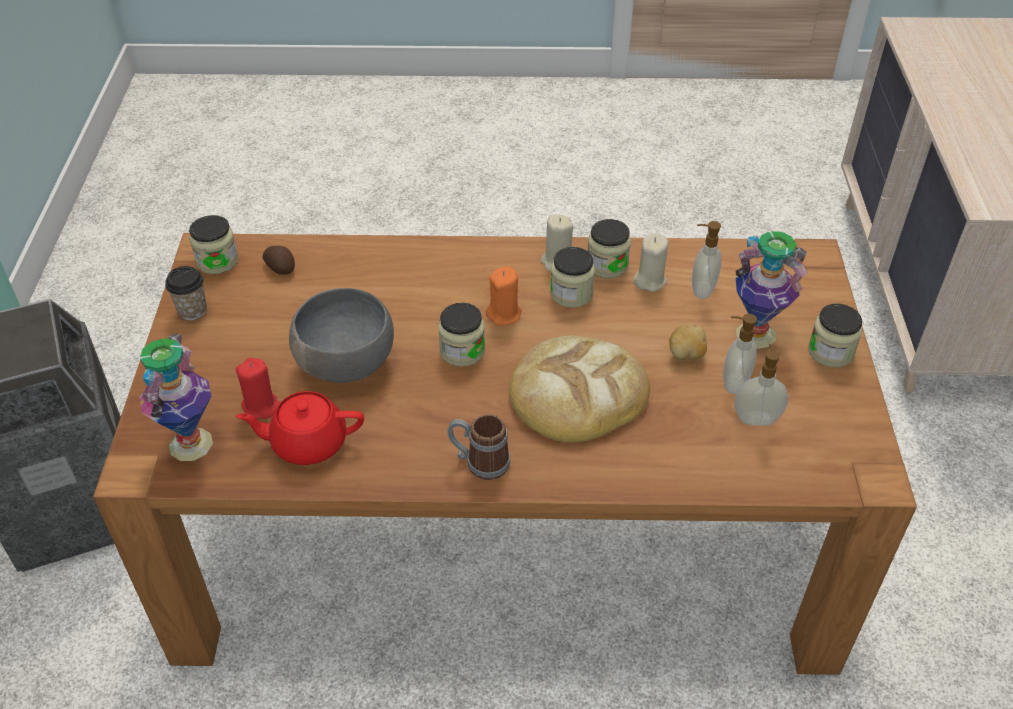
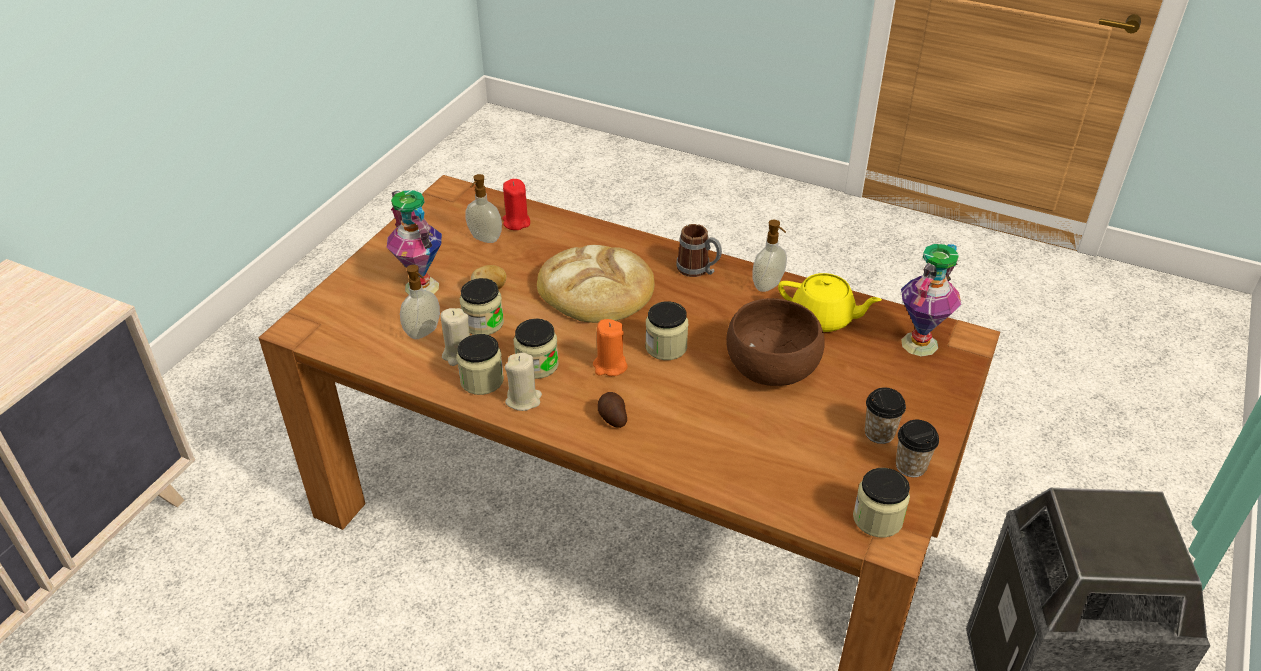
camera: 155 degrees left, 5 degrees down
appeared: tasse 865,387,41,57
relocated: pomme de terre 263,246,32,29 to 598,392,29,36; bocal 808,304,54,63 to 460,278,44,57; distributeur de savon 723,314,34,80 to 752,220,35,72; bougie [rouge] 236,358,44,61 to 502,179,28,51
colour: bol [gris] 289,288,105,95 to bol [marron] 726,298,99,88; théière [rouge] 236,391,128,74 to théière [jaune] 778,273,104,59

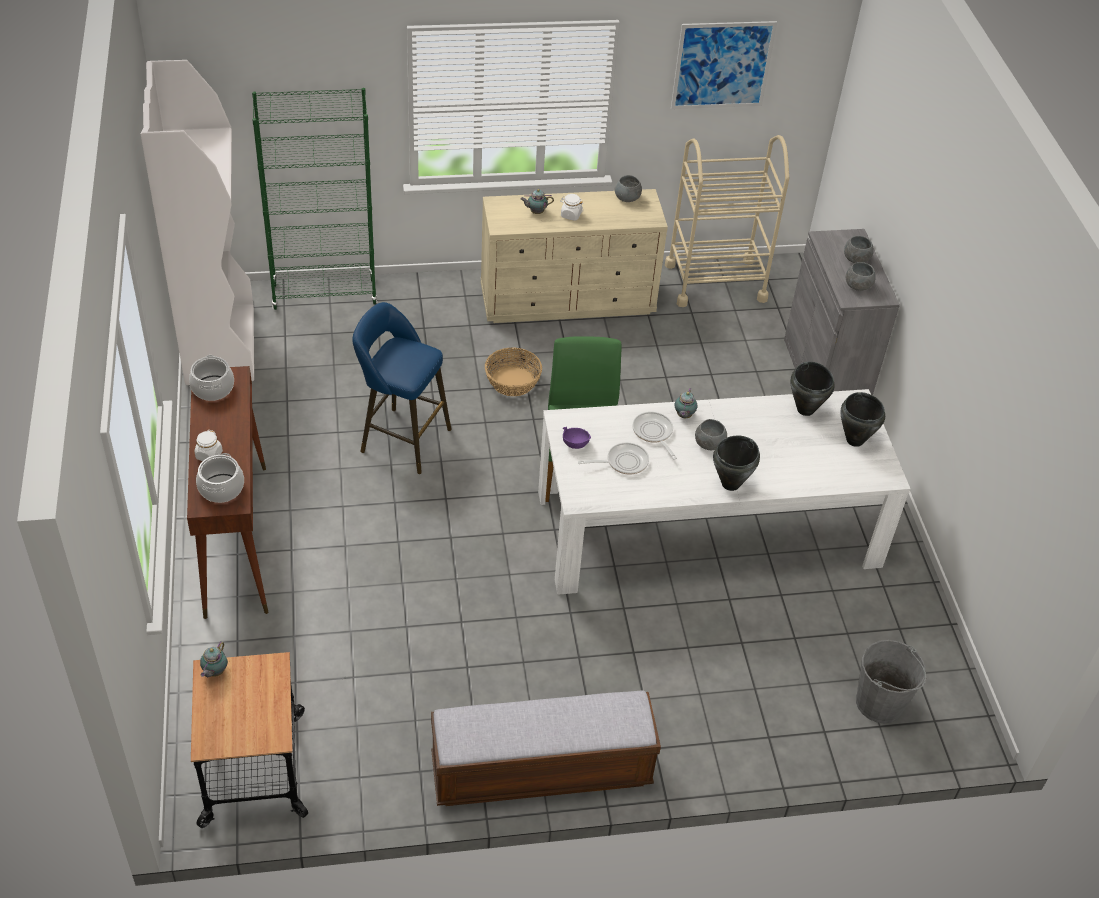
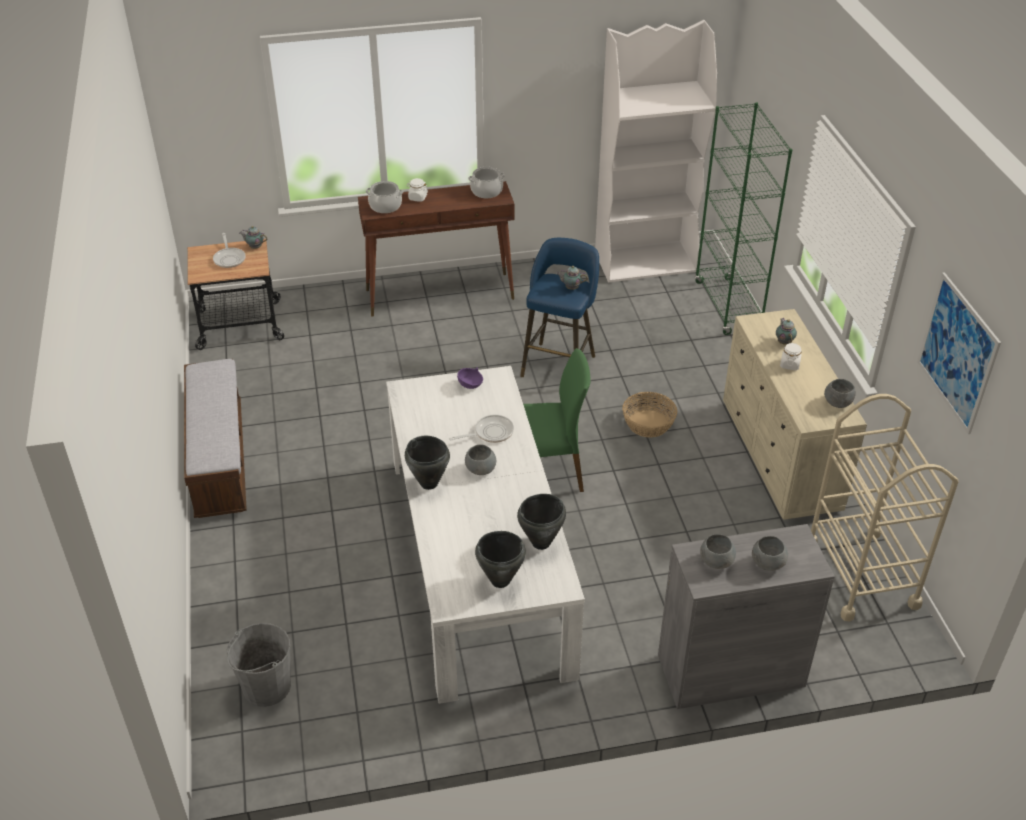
camera: 90 degrees right, 5 degrees down
relocated: théière 675,389,22,29 to 556,266,32,24; poêle 578,442,71,33 to 213,233,33,35

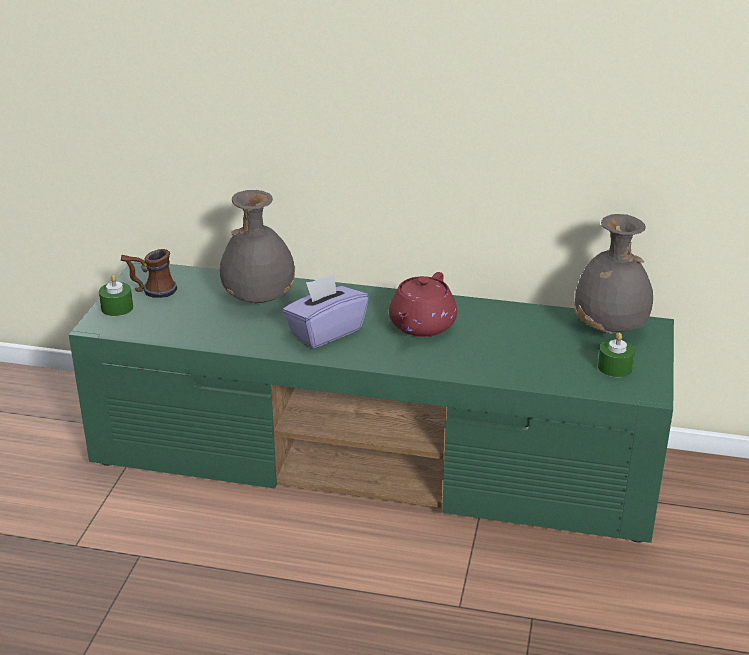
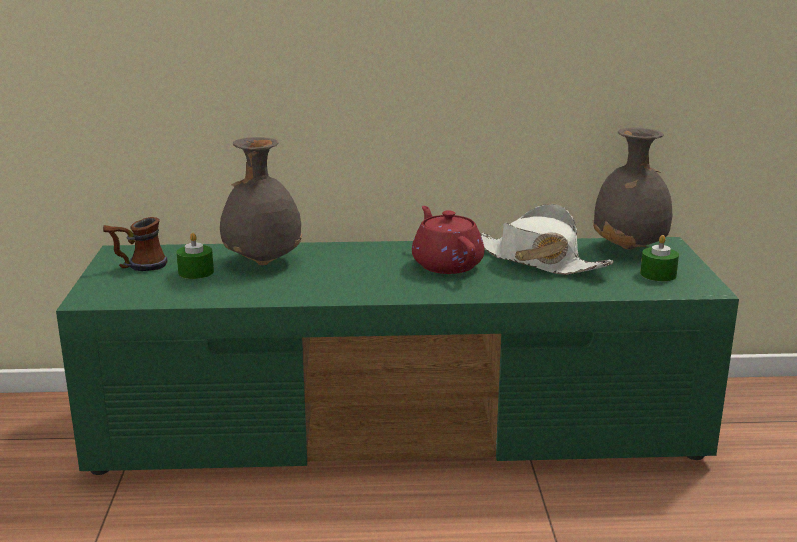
camera: 15 degrees left, 10 degrees down
missing: boîte à mouchoirs [violet] 283,273,86,75
appeared: chapeau [blanc] 480,204,134,71
relocated: bougie [vert] 99,275,34,41 to 176,233,38,46
spun: théière [rouge] 389,272,68,65 = 412,206,72,68 150 degrees clockwise

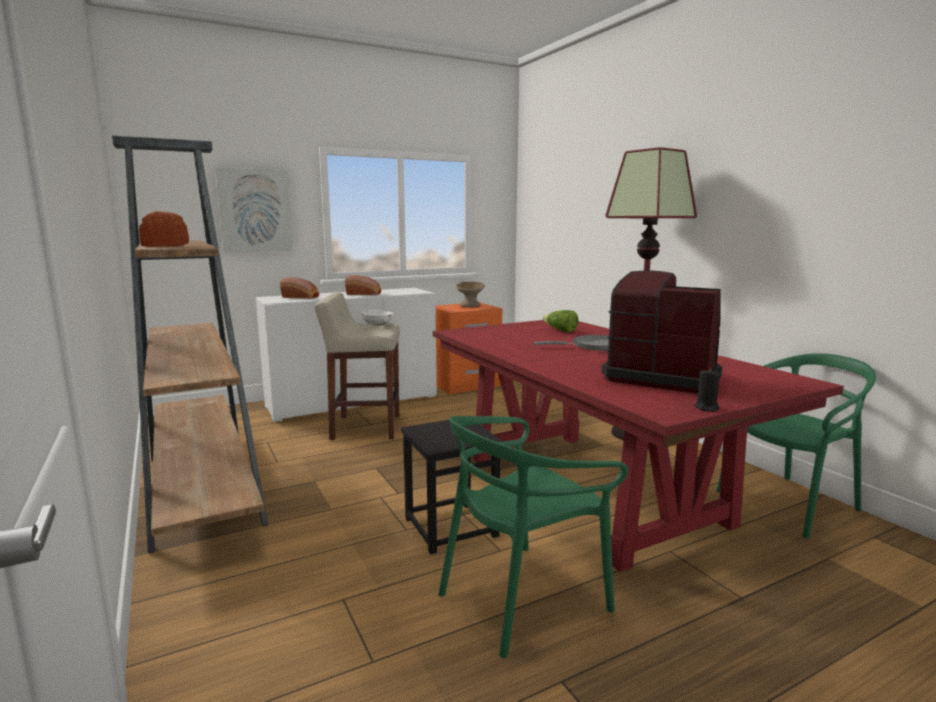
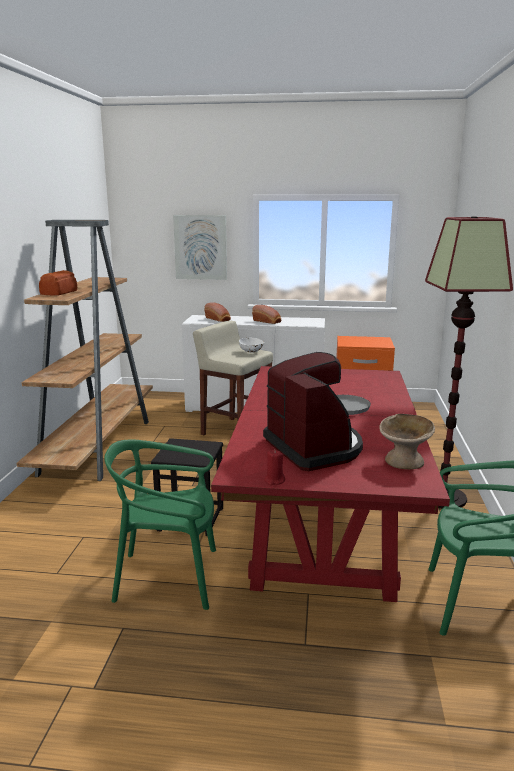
camera: 35 degrees right, 5 degrees up
missing: laitue 543,310,35,22
relocated: bol [beige] 456,282,29,25 to 379,414,56,55
colour: bougie [noir] 694,368,26,44 to bougie [rouge] 264,450,21,35

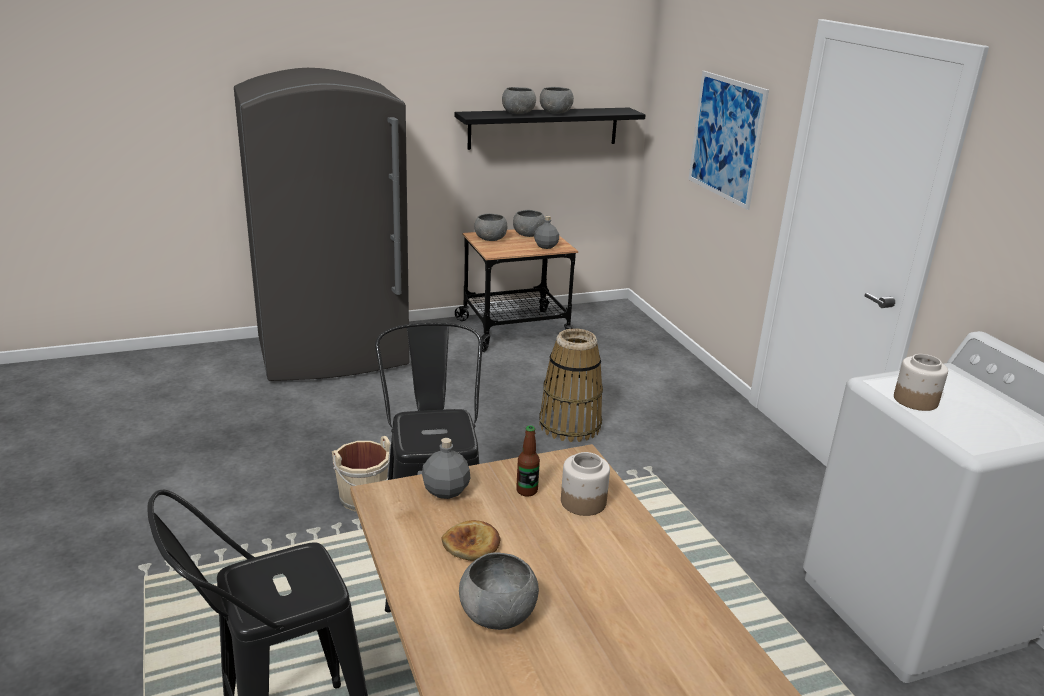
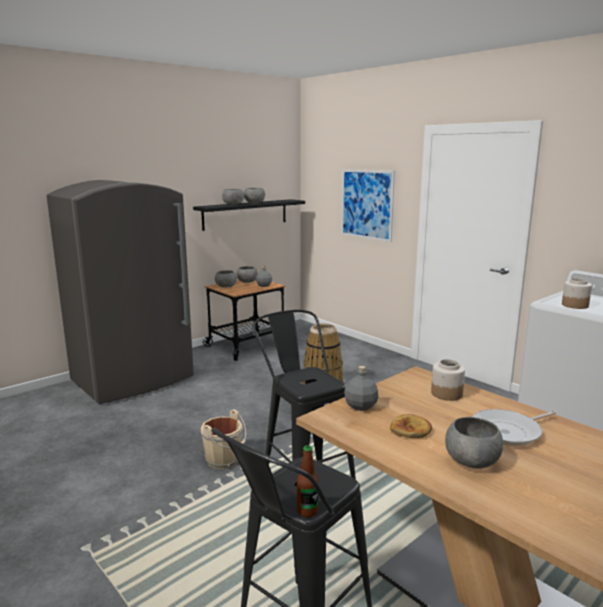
camera: 20 degrees left, 10 degrees down
appeared: poêle 472,409,84,37
relocated: bouteille 516,425,24,72 to 297,445,21,72

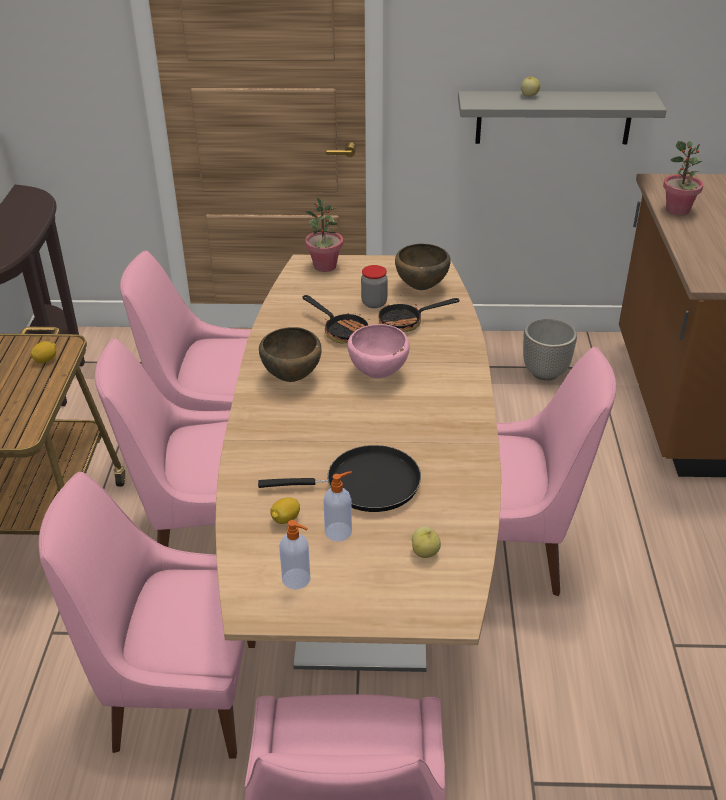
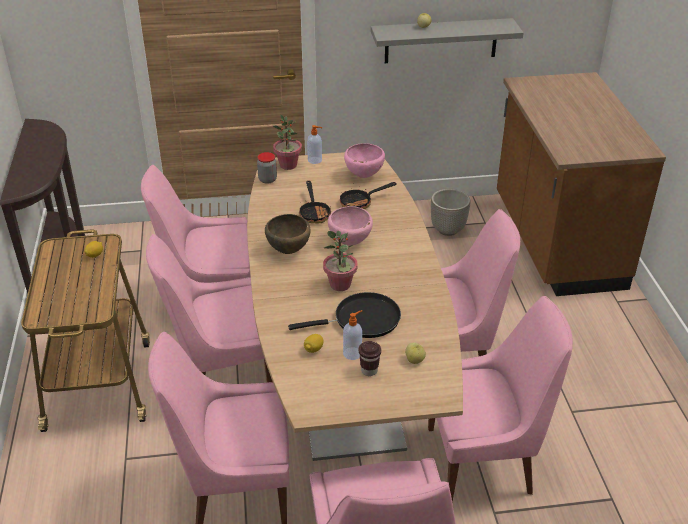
camera: 10 degrees left, 0 degrees up
appeared: chaise [rose] 428,296,145,206; tasse [marron] 359,341,22,35
relocated: plante en pot 663,141,40,74 to 323,230,35,61; bocal 361,265,27,43 to 257,152,20,32; distributeur de savon 279,520,32,70 to 307,125,15,39
colour: bol [marron] 395,244,56,46 to bol [rose] 344,143,41,35
spun: poêle 303,295,67,48 = 299,181,32,42 45 degrees clockwise

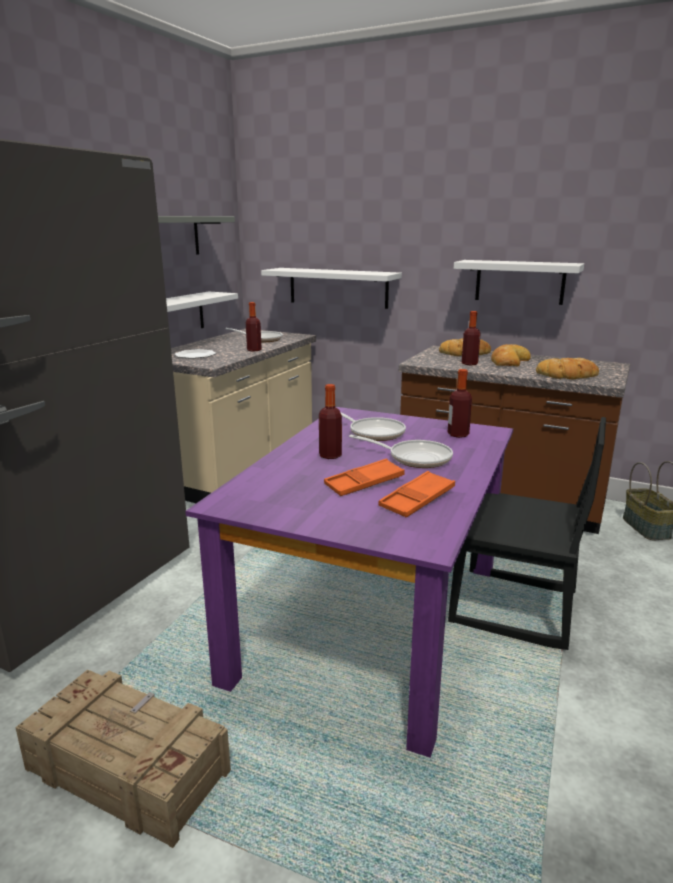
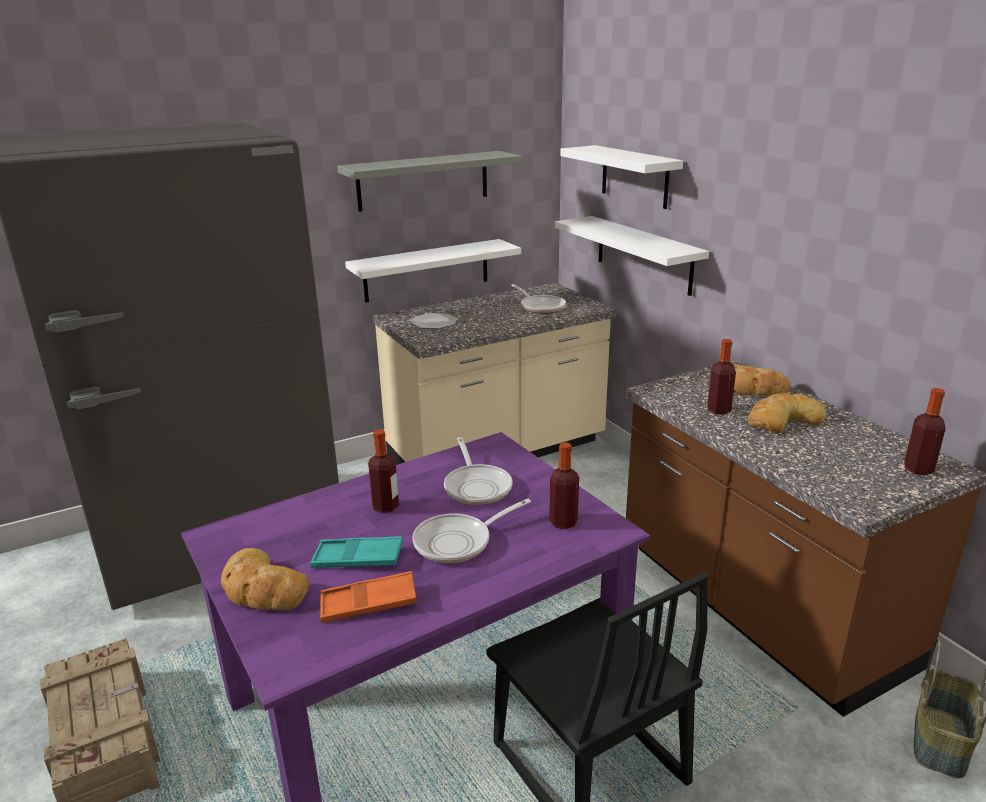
camera: 35 degrees right, 5 degrees up
relocated: étagère [blanc] 454,260,130,45 to 560,145,123,64; bouteille 246,302,16,49 to 904,388,42,87; pain 536,358,63,21 to 221,548,89,62
colour: plateau [orange] 324,459,81,37 to plateau [turquoise] 310,536,93,32
spun: poêle 349,435,104,33 = 413,499,118,64 90 degrees clockwise

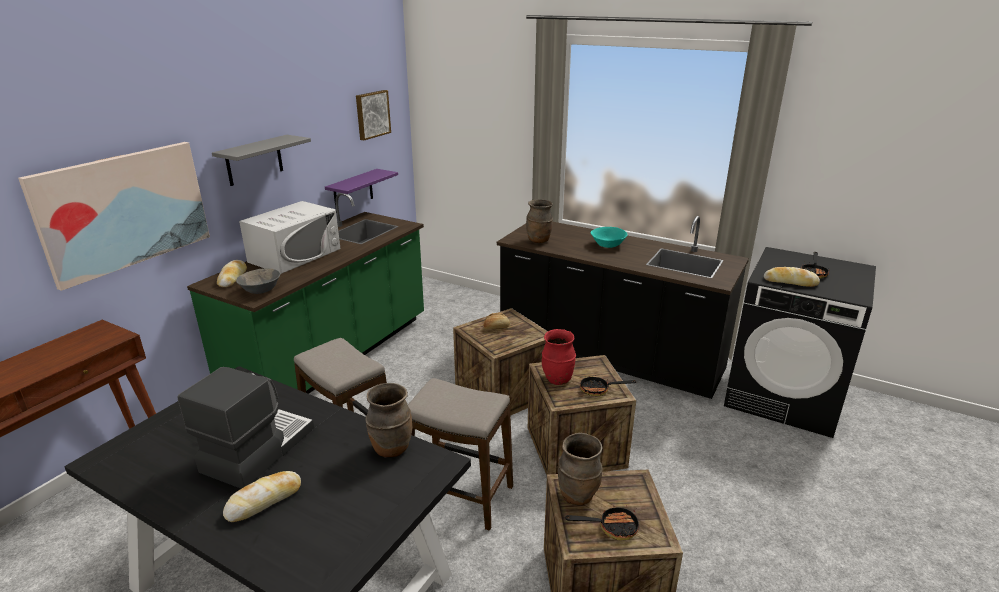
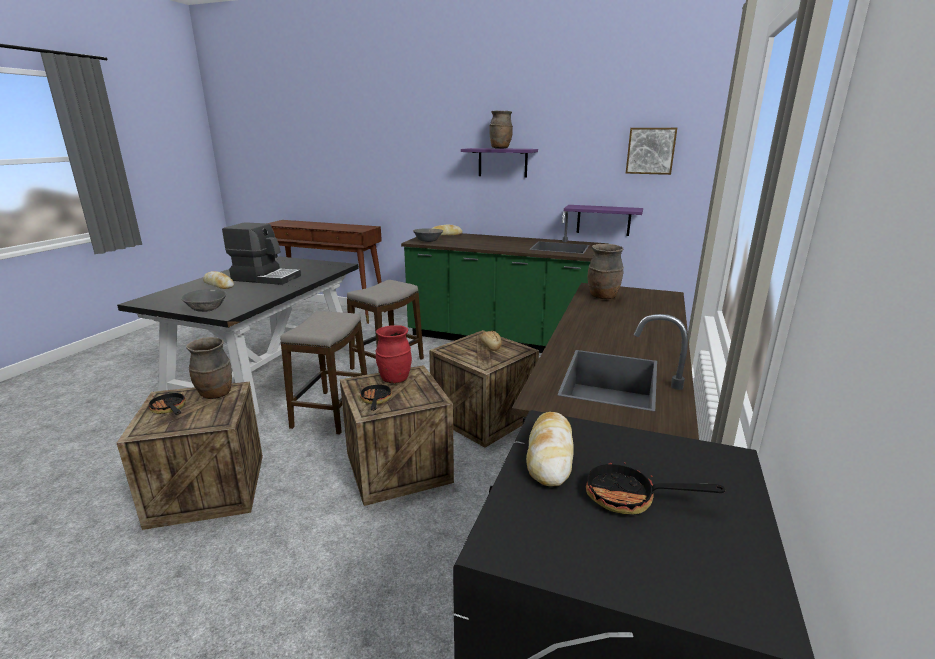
camera: 80 degrees right, 5 degrees down
missing: tableau 18,142,192,149; micro-ondes [blanc] 239,201,101,73; bol [turquoise] 591,227,37,21
appeared: bol [gris] 181,289,46,23
relocated: vase [marron] 366,383,46,75 to 489,111,24,38
colour: étagère [gris] 212,135,99,51 to étagère [violet] 461,148,77,30
spun: poêle 565,505,74,35 = 147,391,39,24 150 degrees clockwise

